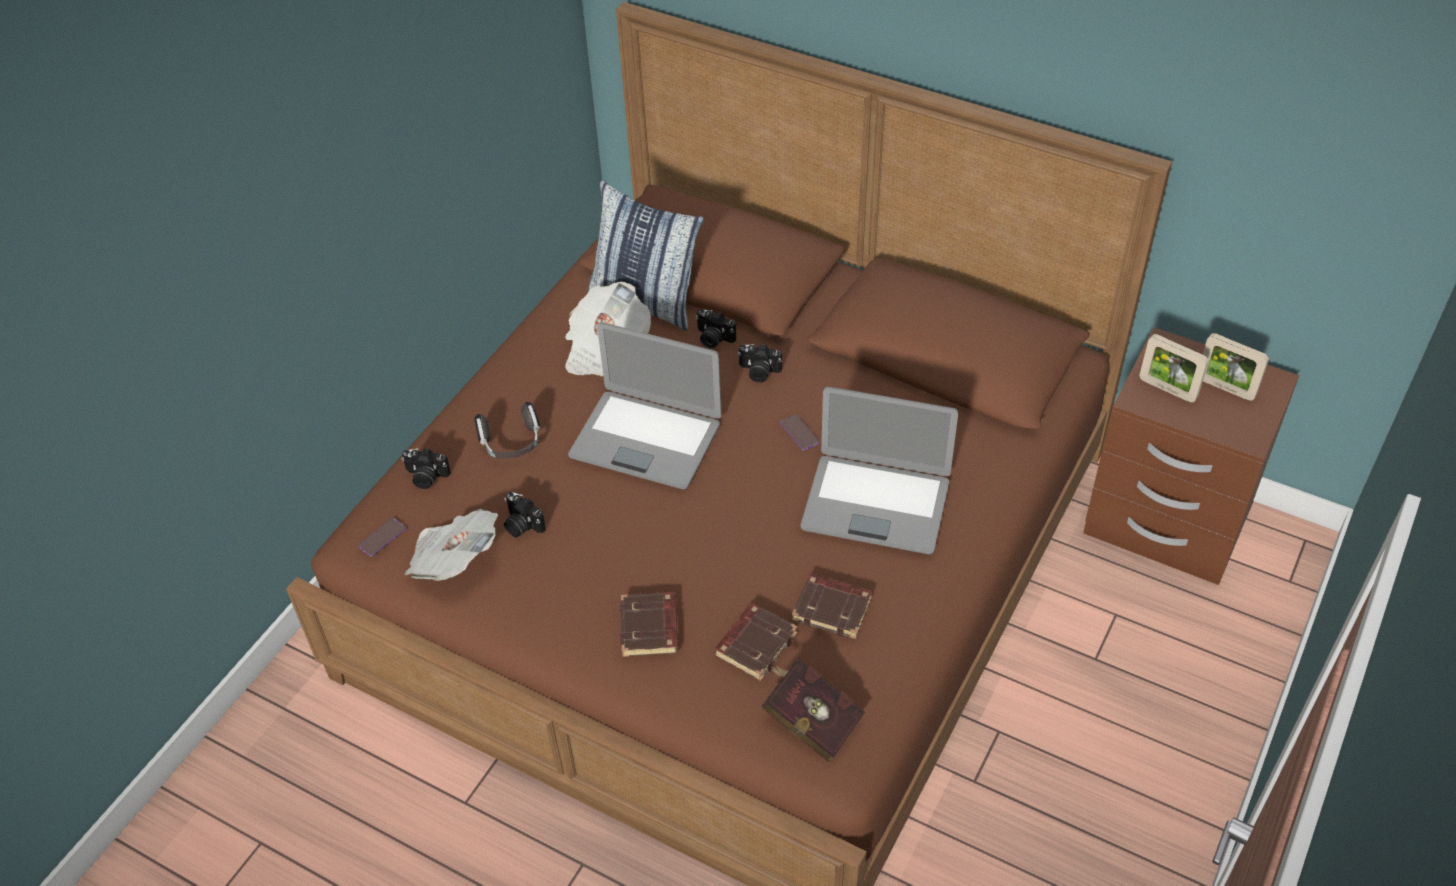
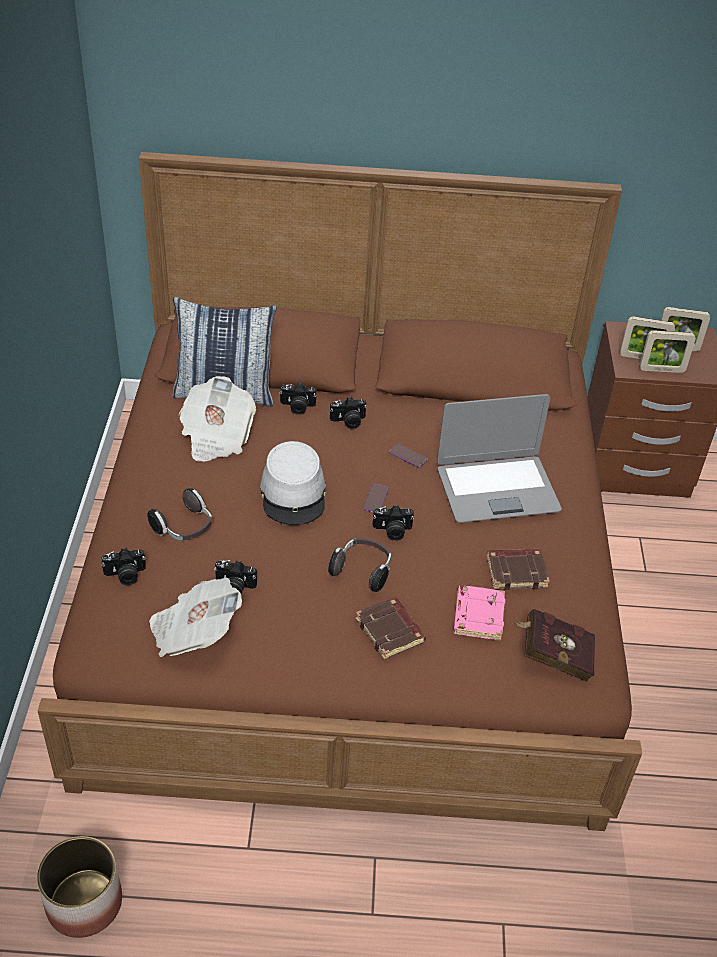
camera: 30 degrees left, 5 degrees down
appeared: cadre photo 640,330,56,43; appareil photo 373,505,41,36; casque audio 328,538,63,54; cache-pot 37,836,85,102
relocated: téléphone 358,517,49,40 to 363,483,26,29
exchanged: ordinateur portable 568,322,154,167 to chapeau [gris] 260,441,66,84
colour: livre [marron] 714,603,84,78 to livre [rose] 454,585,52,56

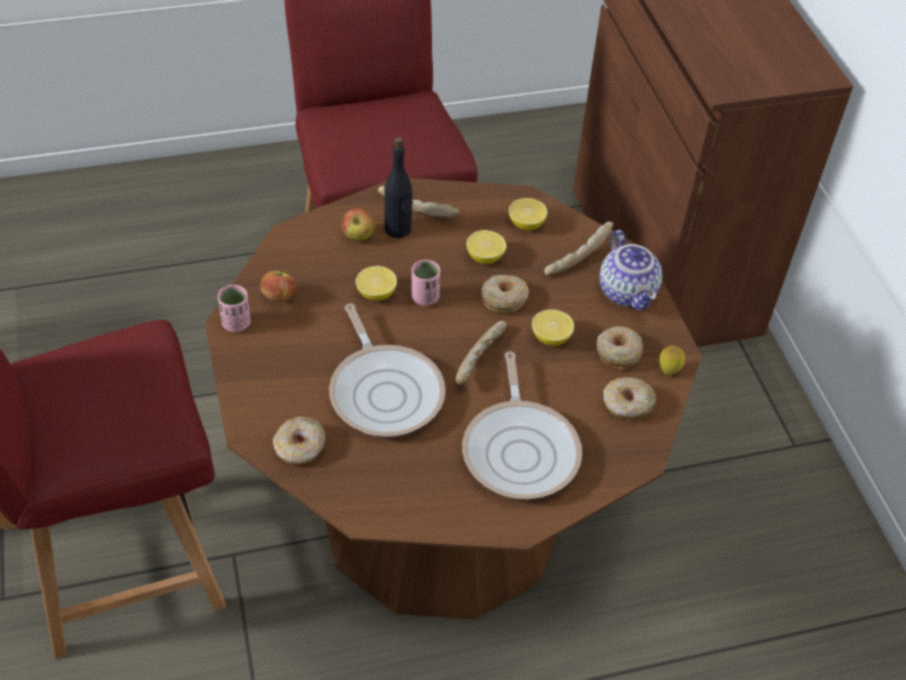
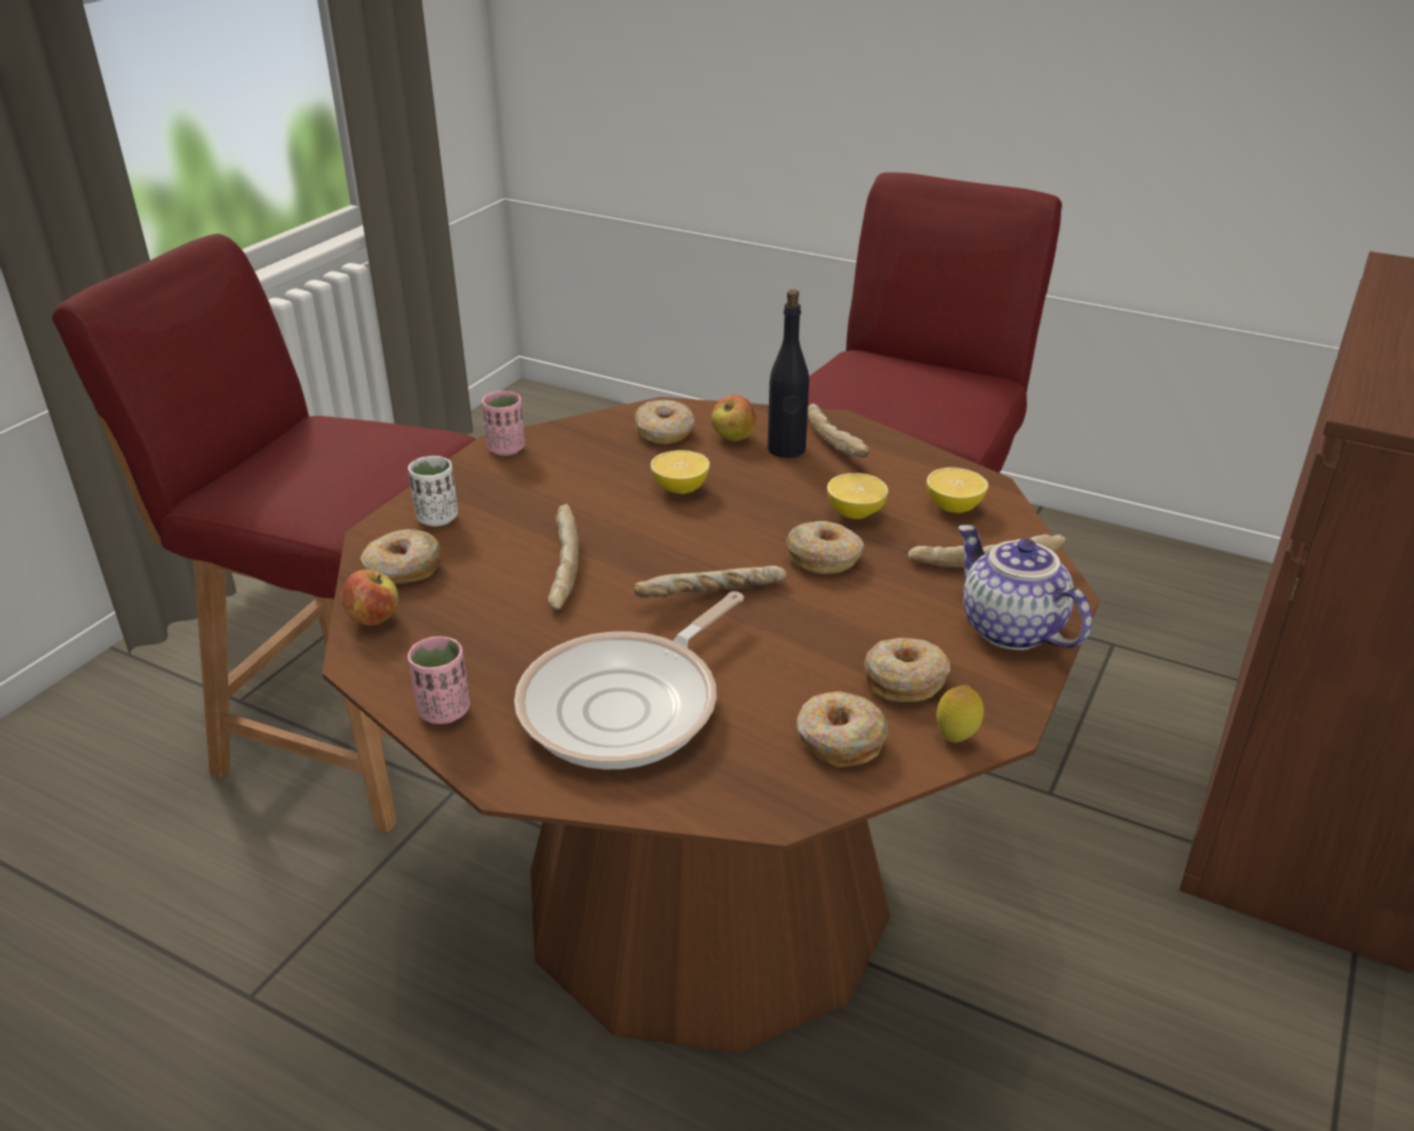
camera: 45 degrees right, 15 degrees down
missing: citron 532,309,42,37
appeared: beignet 635,400,59,44; tasse [blanc] 408,456,50,71
relocated: tasse [rose] 411,260,29,46 to 408,636,62,88; pomme 260,271,35,31 to 341,570,58,55
exchanged: poêle 329,303,117,134 to pain 548,504,31,106
spun: théière 600,230,62,81 = 958,525,134,125 120 degrees clockwise

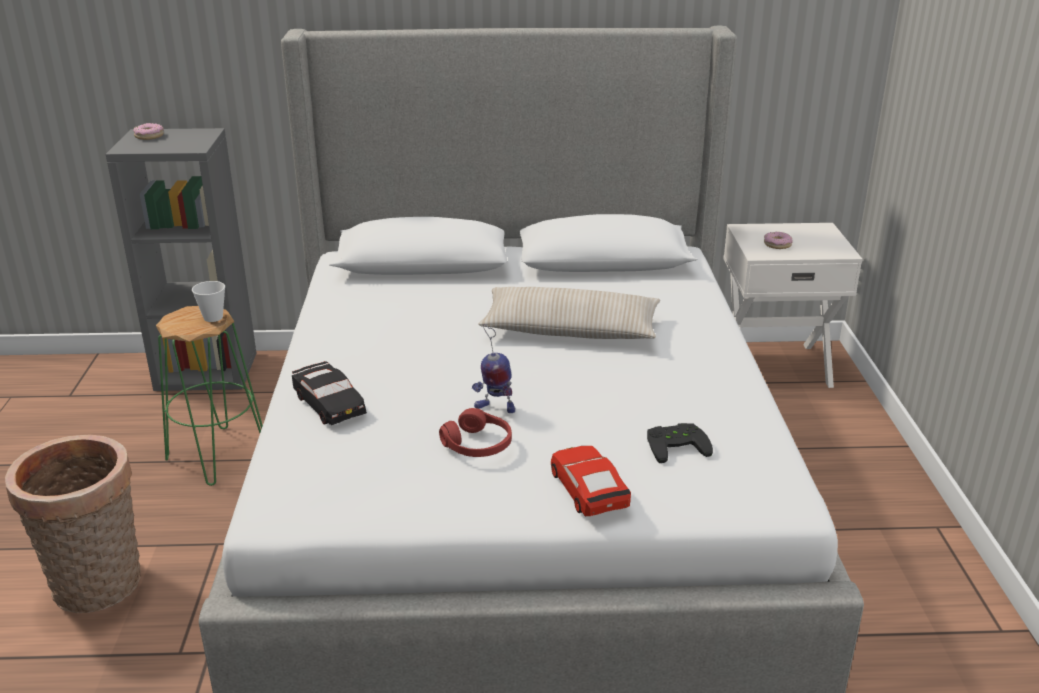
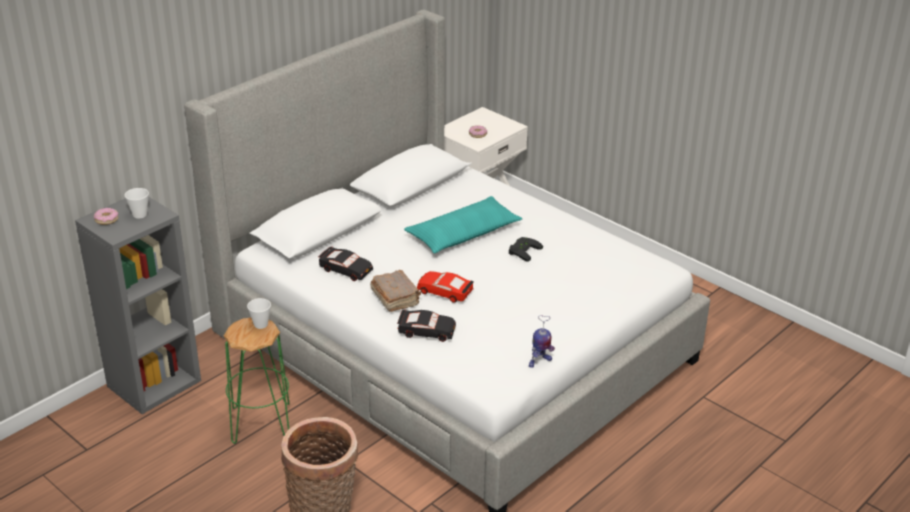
camera: 45 degrees left, 5 degrees up
missing: casque audio [rouge] 439,408,73,49
appeared: tasse 124,188,25,31; petite voiture [noir] 318,247,55,34; livre [marron] 370,270,51,42
relocated: robot jouet 472,324,43,89 to 529,316,26,52; manette [noir] 647,423,66,40 to 509,237,34,25; petite voiture [rouge] 551,446,80,70 to 417,271,57,32
colour: coussin [beige] 478,287,182,52 to coussin [turquoise] 404,196,119,57

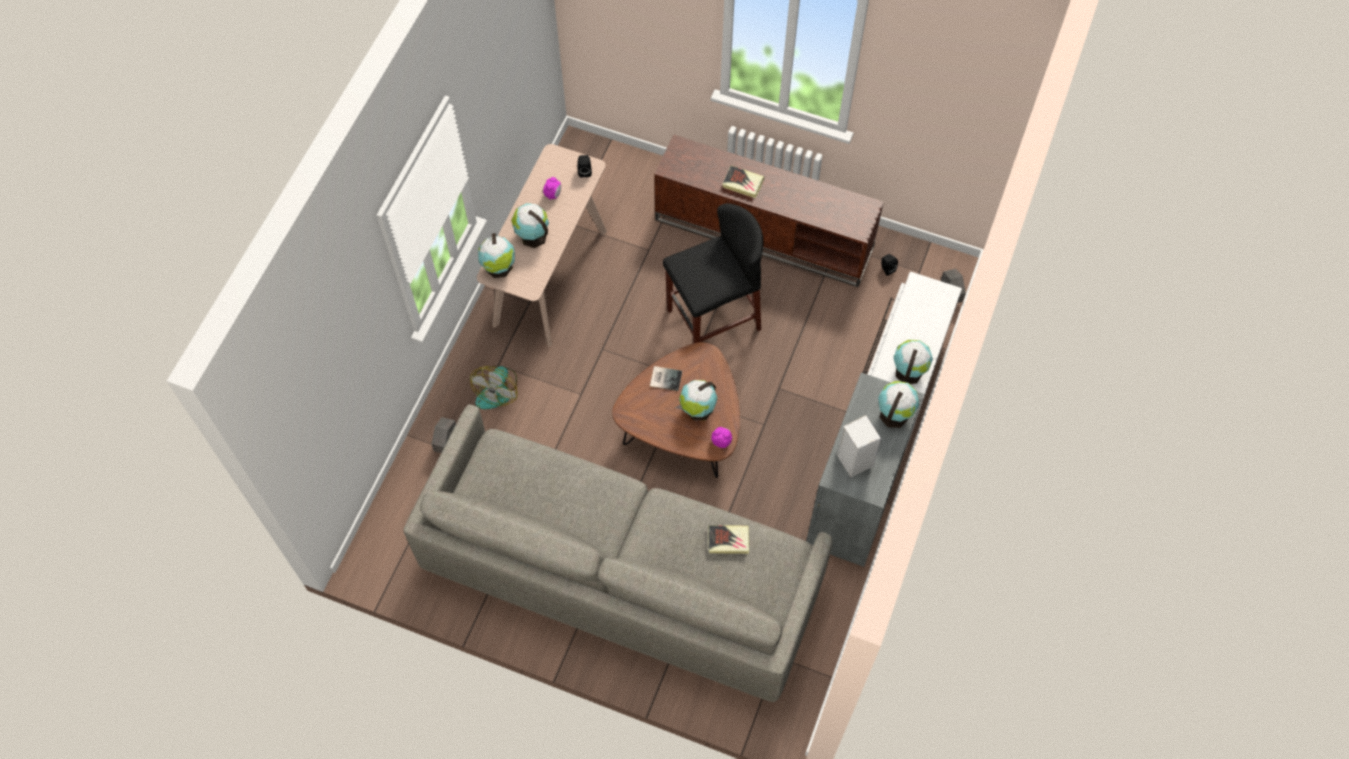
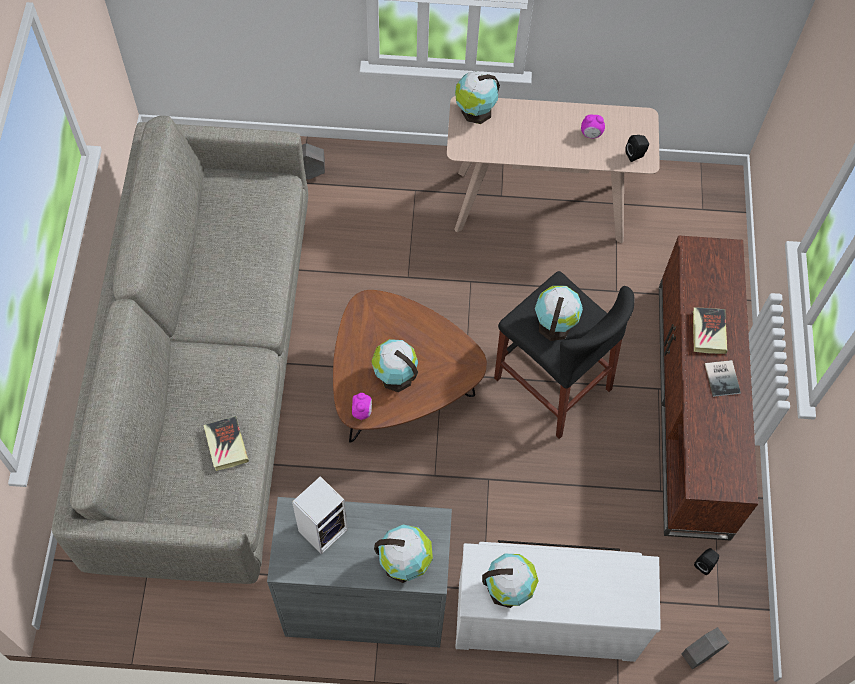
camera: 70 degrees right, 0 degrees up
missing: ventilateur 470,366,47,43
relocated: globe 511,203,38,45 to 535,286,48,55; livre 650,366,32,25 to 705,360,36,37

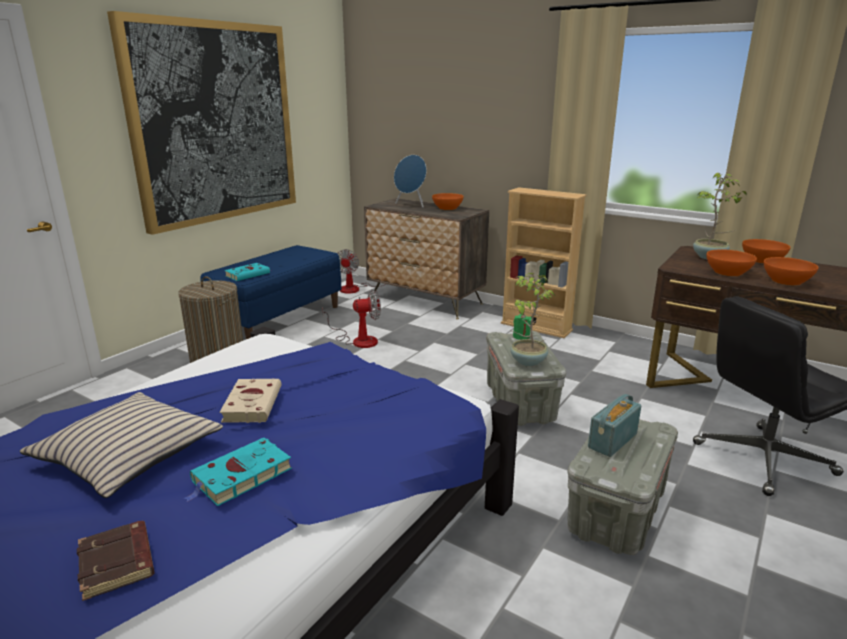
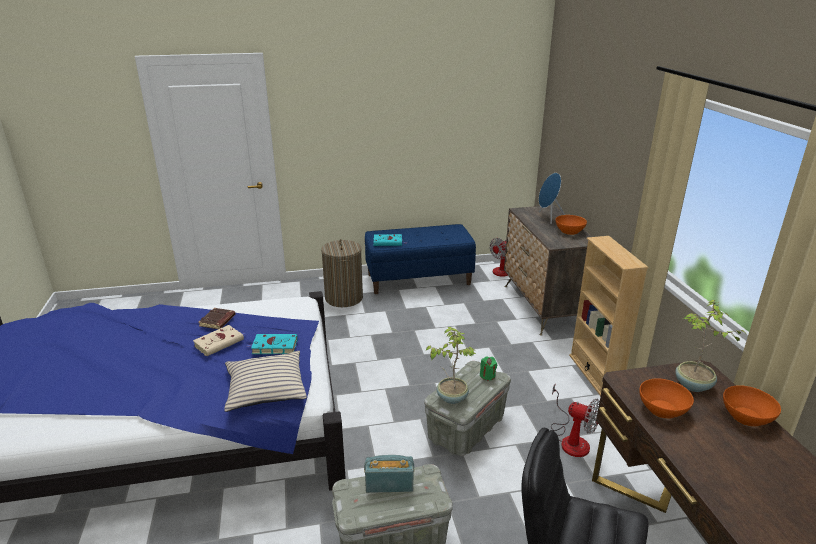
camera: 45 degrees right, 5 degrees up
missing: tableau 107,11,189,224; bol [orange] 764,257,54,29
relocated: ventilateur 322,289,59,59 to 551,384,49,73; coussin [beige] 20,392,203,106 to 224,351,83,61; livre [turquoise] 184,438,108,68 to 247,334,51,20; livre [marron] 77,521,78,80 to 198,308,38,21

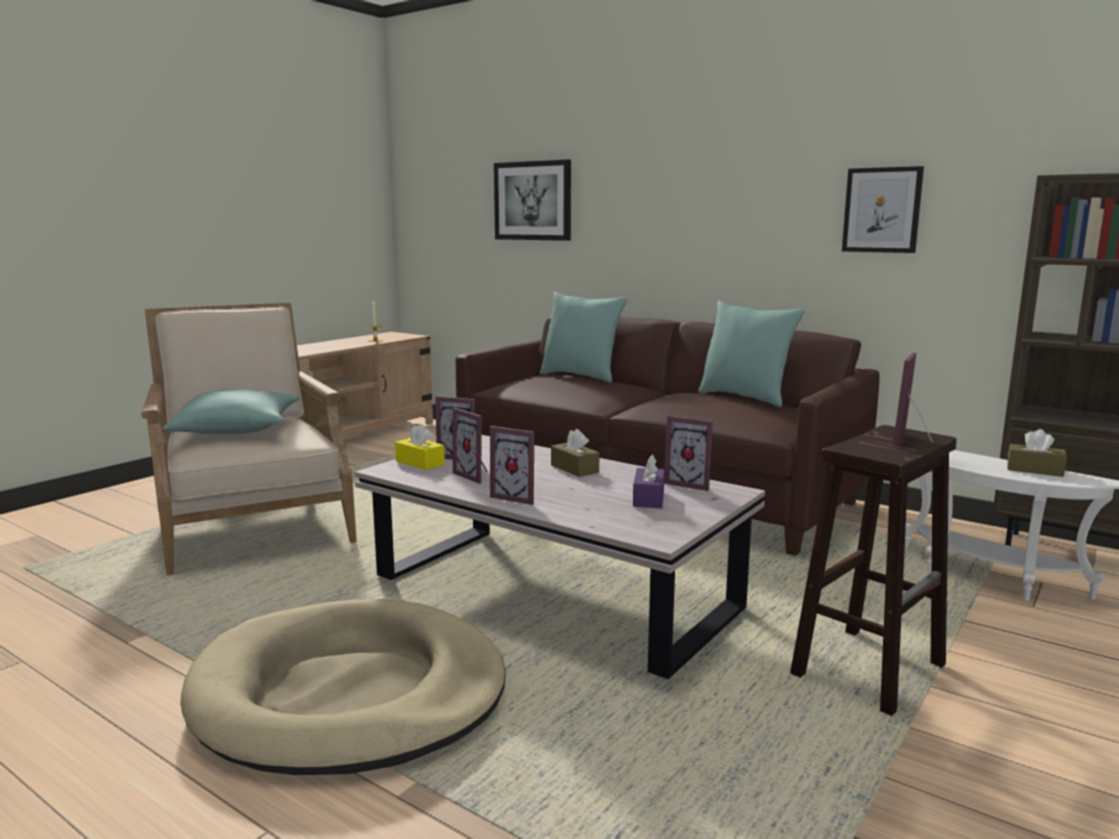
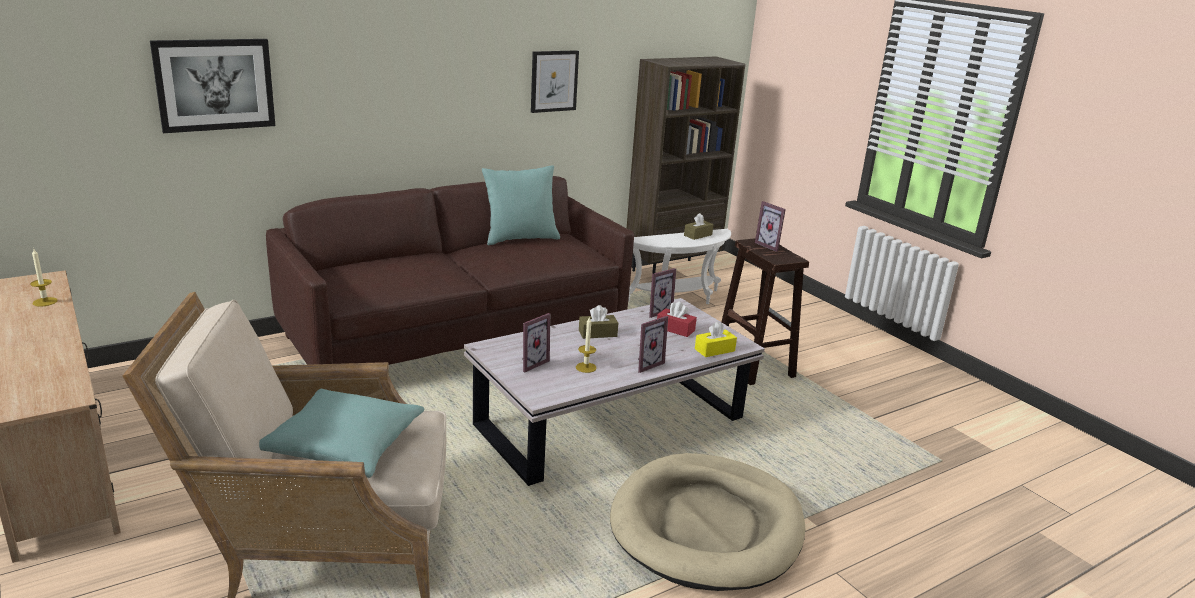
camera: 70 degrees left, 10 degrees up
missing: coussin [turquoise] 540,292,88,91
relocated: boîte à mouchoirs [jaune] 395,424,50,46 to 695,321,42,36
exchanged: cadre photo 453,408,35,76 to bougie 576,316,21,57
colour: boîte à mouchoirs [violet] 633,454,32,54 to boîte à mouchoirs [rouge] 657,302,40,35

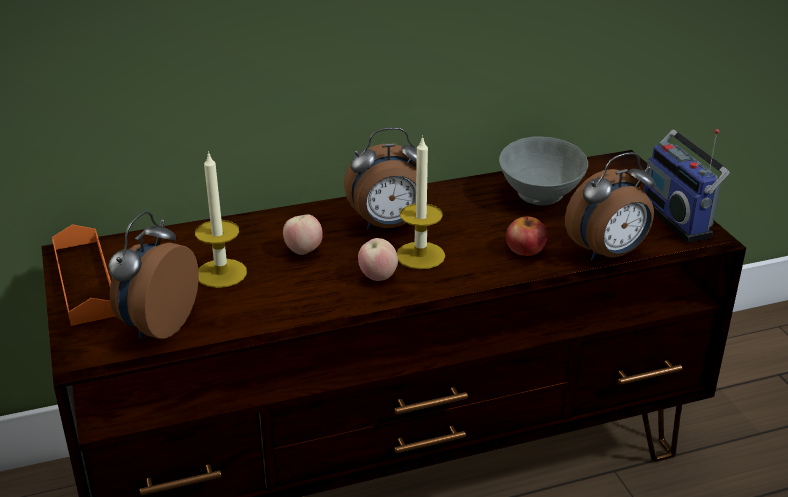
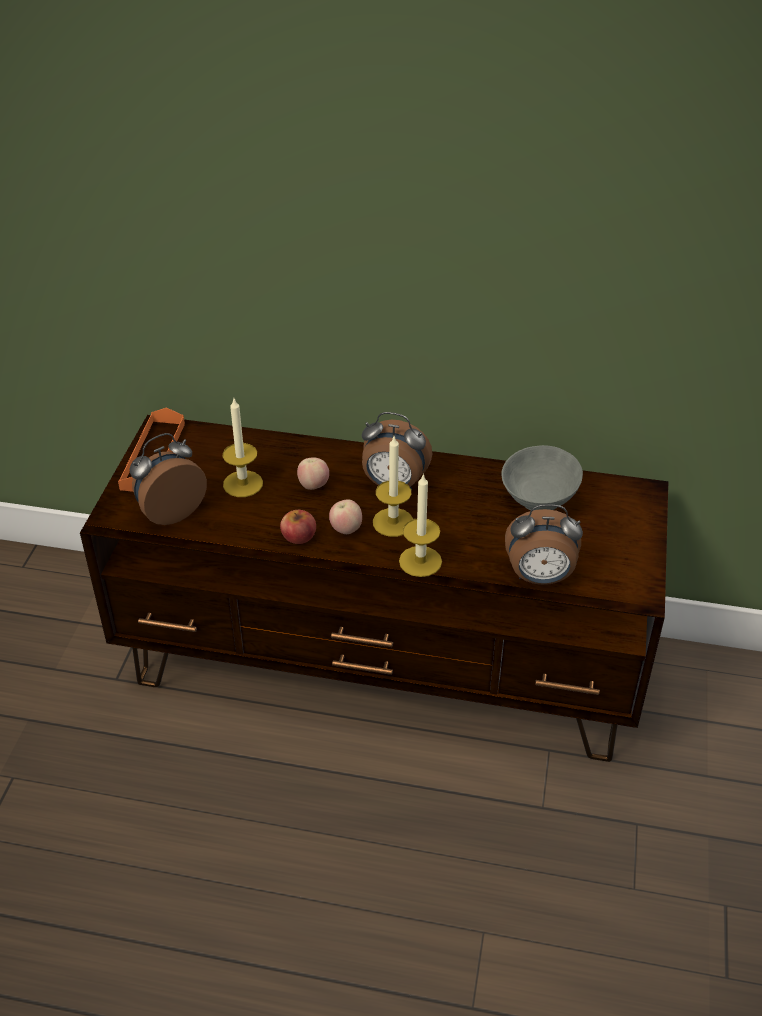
camera: 30 degrees right, 10 degrees up
missing: radio 644,129,86,114
appeared: bougie 399,473,43,104
relocated: pomme 506,217,42,39 to 280,510,36,34

